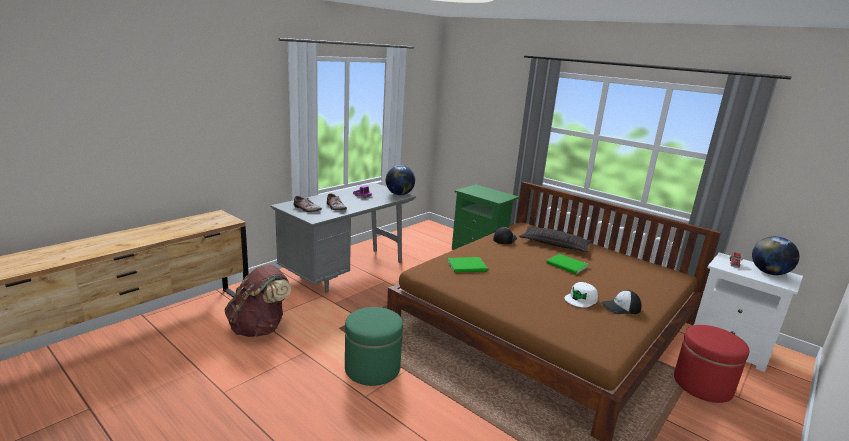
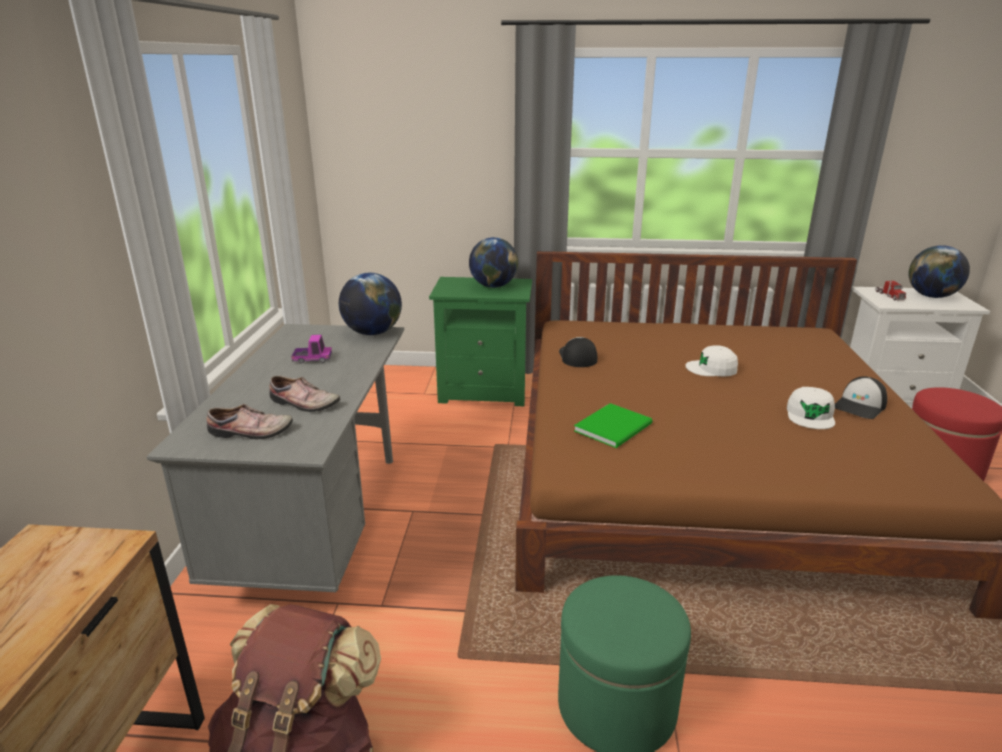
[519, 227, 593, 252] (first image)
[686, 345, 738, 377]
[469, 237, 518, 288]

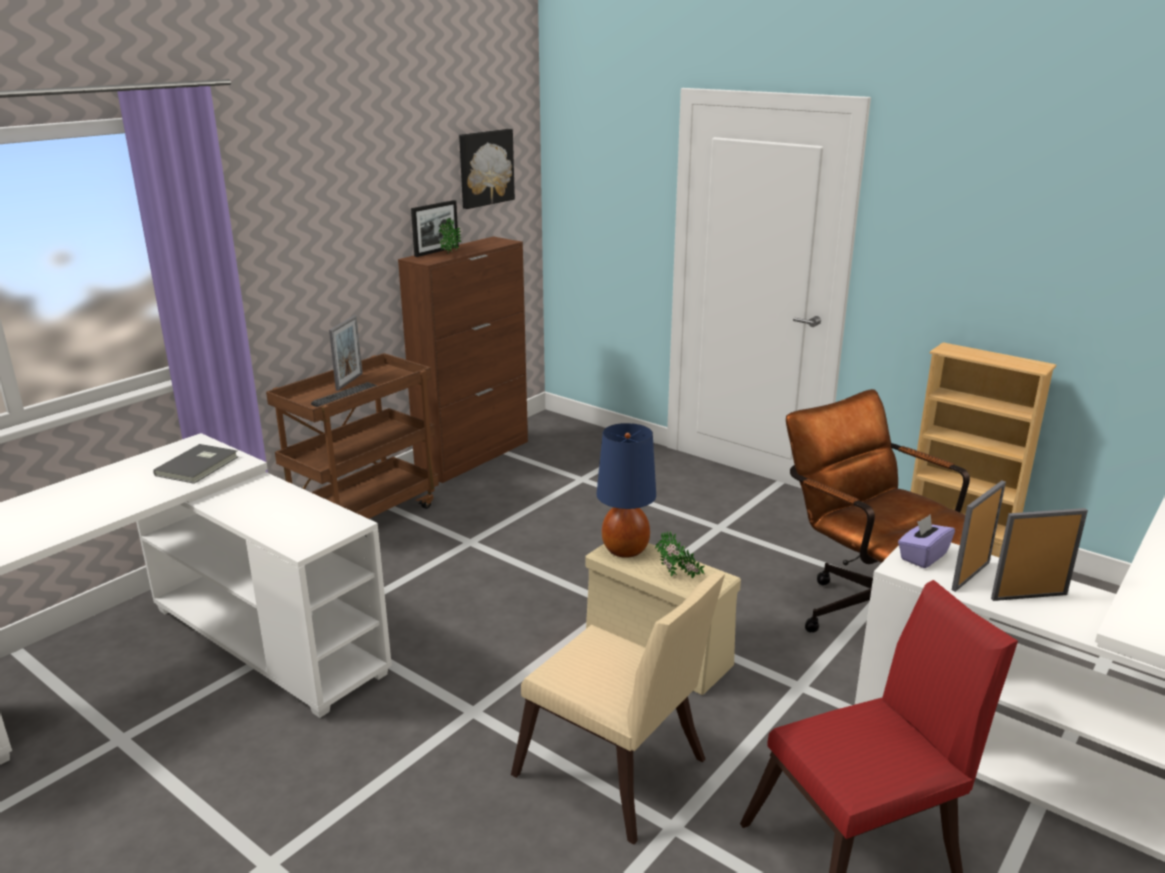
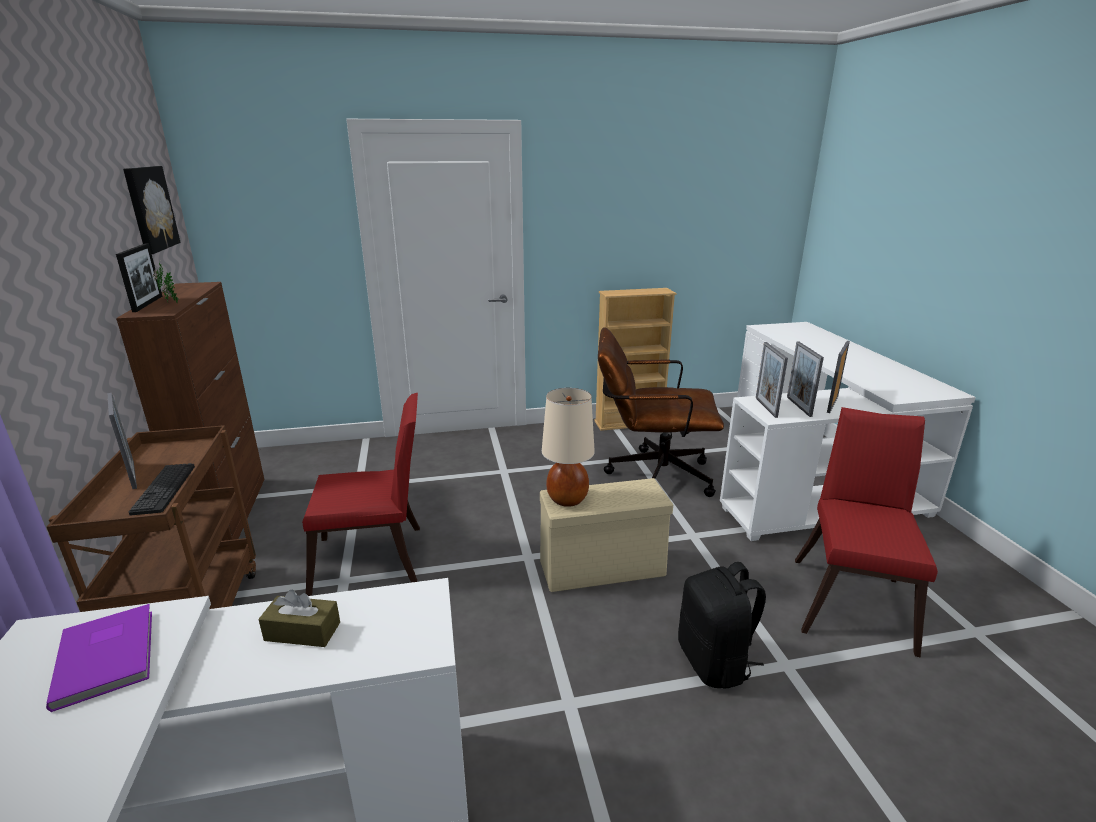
[46, 604, 152, 712]
[678, 562, 766, 689]
[542, 388, 595, 507]
[655, 531, 704, 578] (first image)
[756, 342, 788, 418]
[258, 590, 340, 647]
[302, 393, 420, 596]

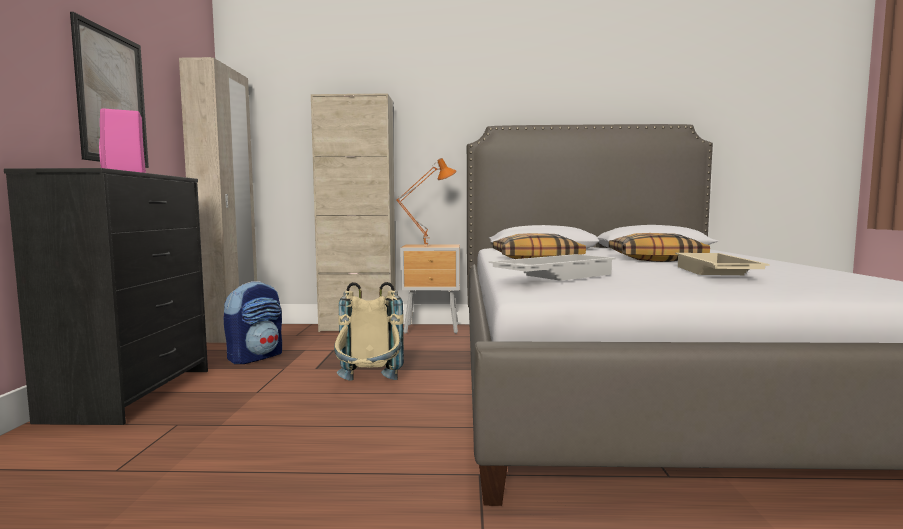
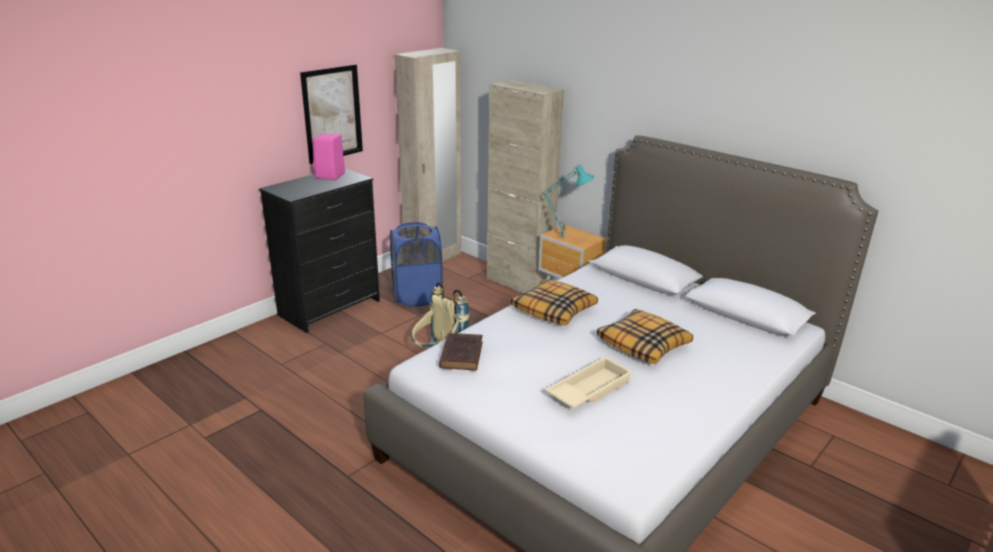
[390, 222, 443, 307]
[542, 164, 594, 240]
[439, 333, 483, 371]

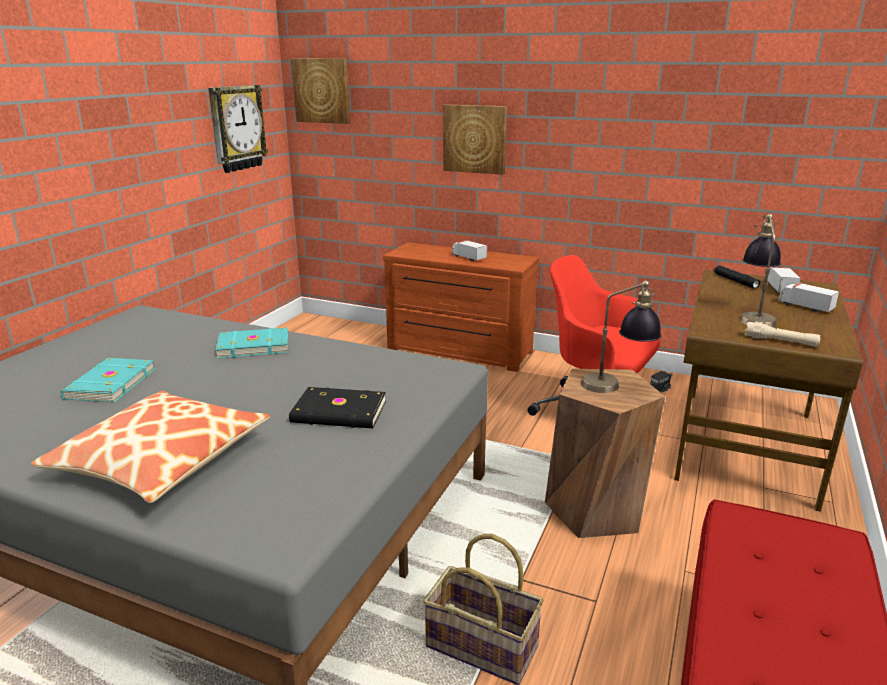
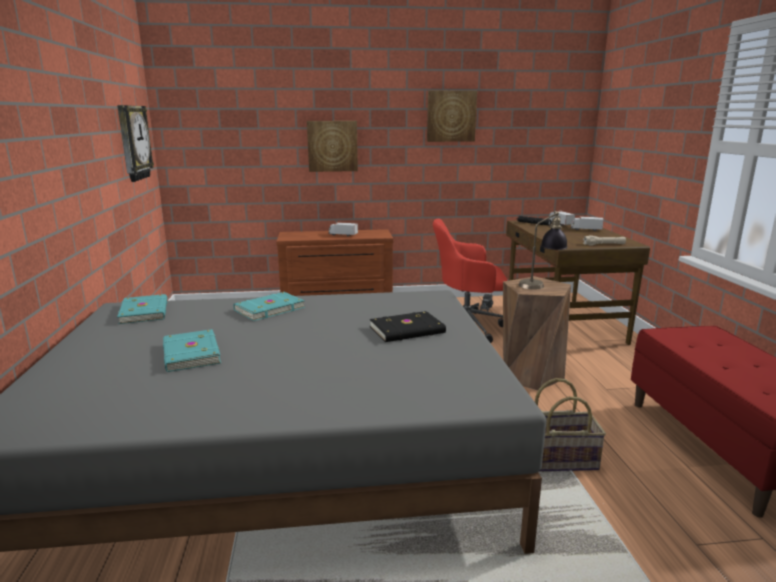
[31, 391, 270, 503] (first image)
[427, 91, 477, 142]
[739, 214, 781, 327] (first image)
[117, 294, 167, 324]

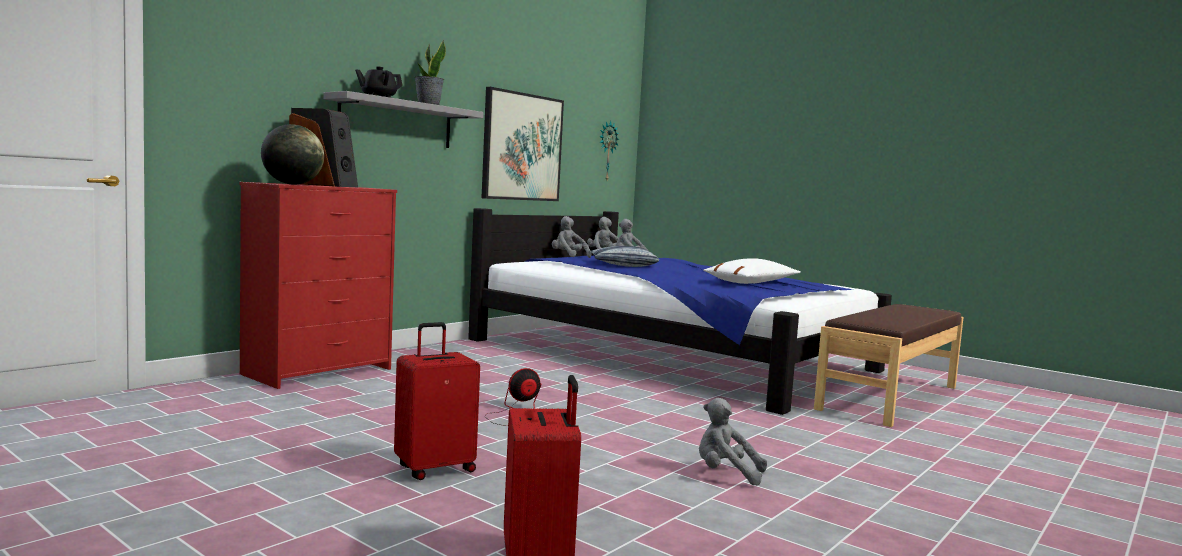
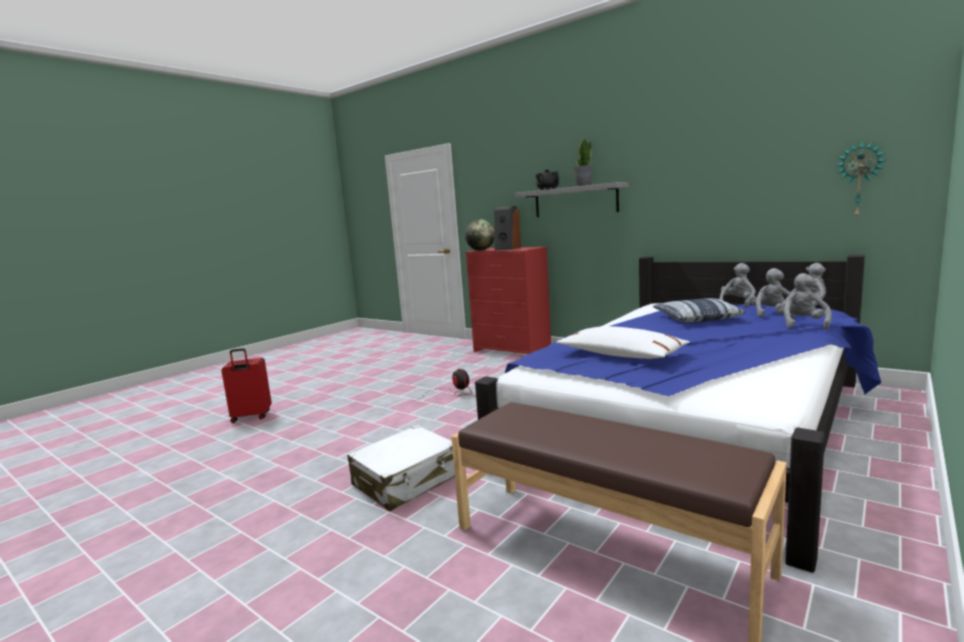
[394, 322, 480, 480] (first image)
[482, 87, 564, 201] (first image)
[775, 273, 832, 330]
[347, 425, 455, 511]

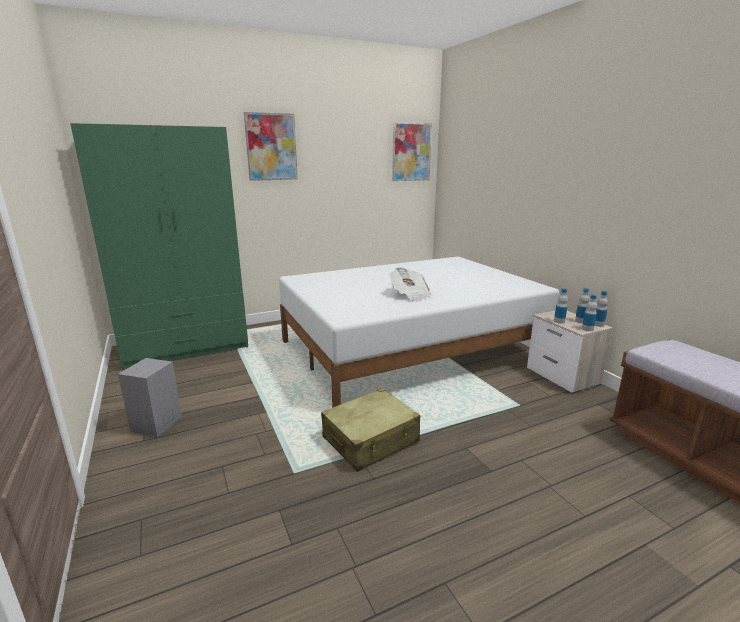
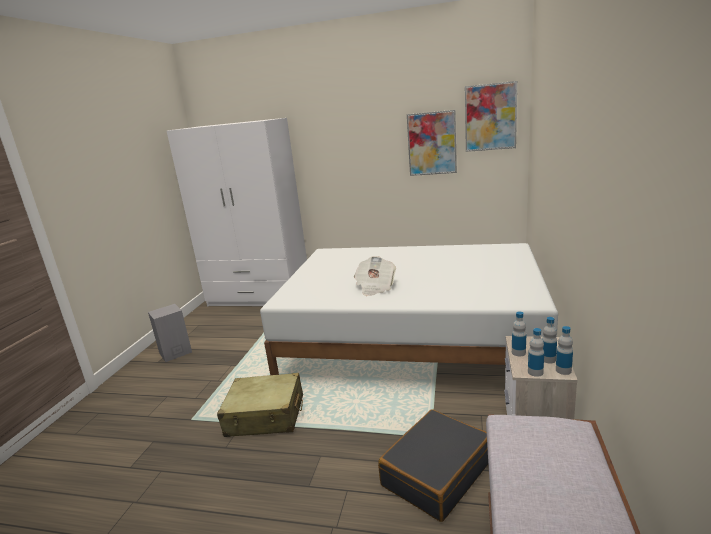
[167, 118, 307, 306]
[407, 110, 457, 176]
[378, 409, 488, 522]

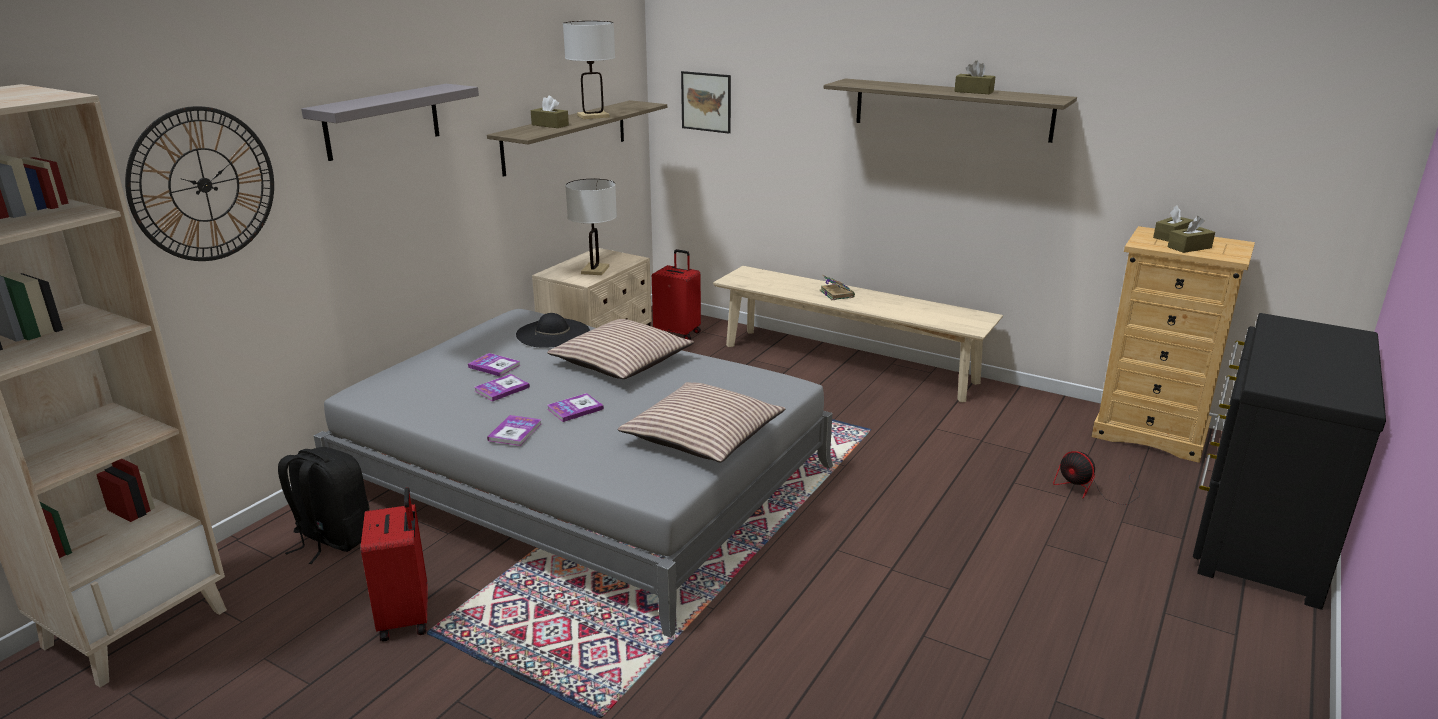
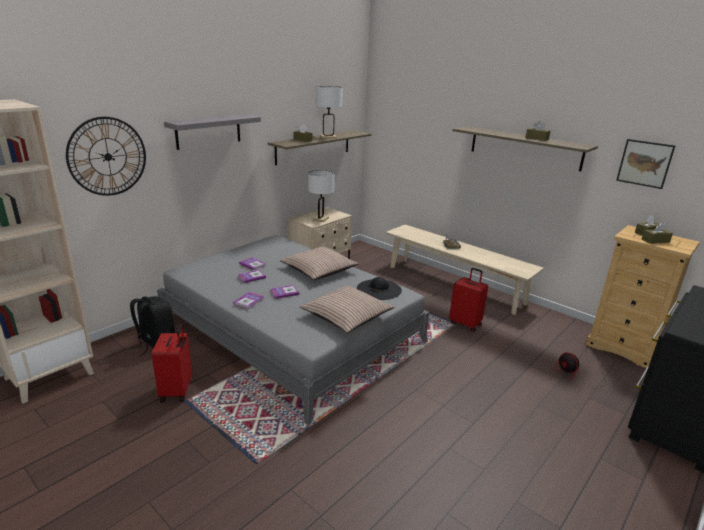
[357, 277, 402, 300]
[449, 268, 488, 332]
[616, 139, 675, 189]

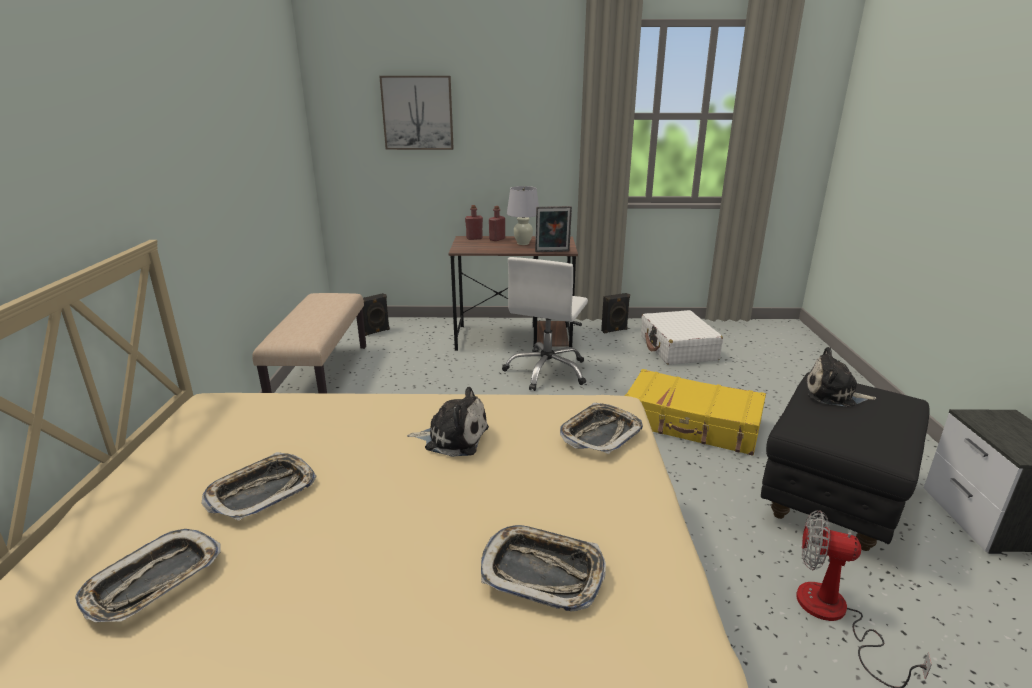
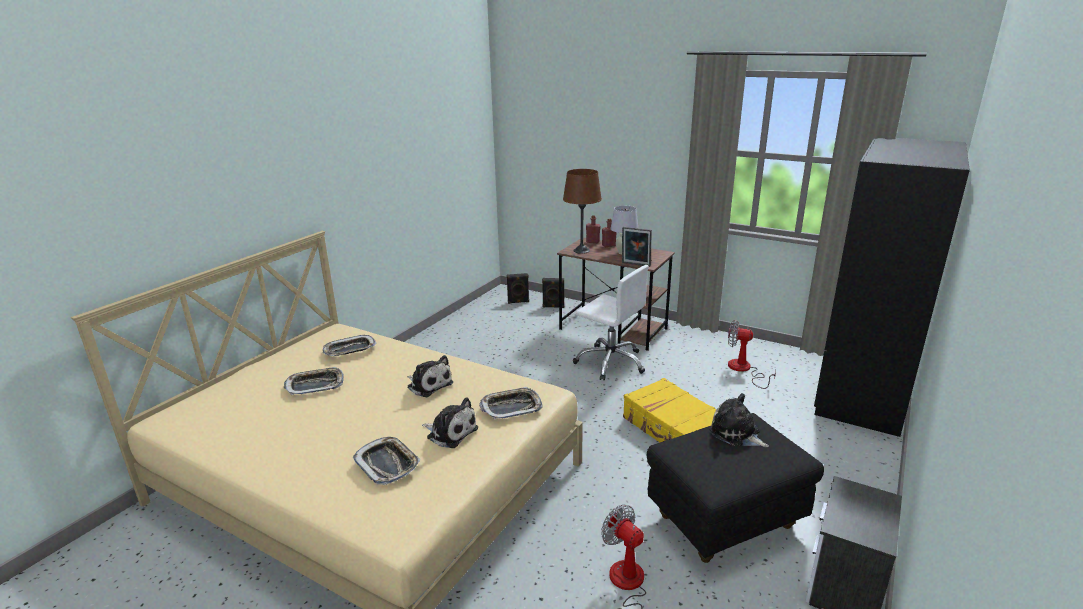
[323, 335, 377, 356]
[252, 293, 366, 393] (first image)
[379, 76, 454, 150] (first image)
[573, 265, 649, 381]
[542, 278, 564, 308]
[728, 320, 776, 389]
[422, 397, 478, 448]
[563, 169, 602, 254]
[814, 138, 970, 437]

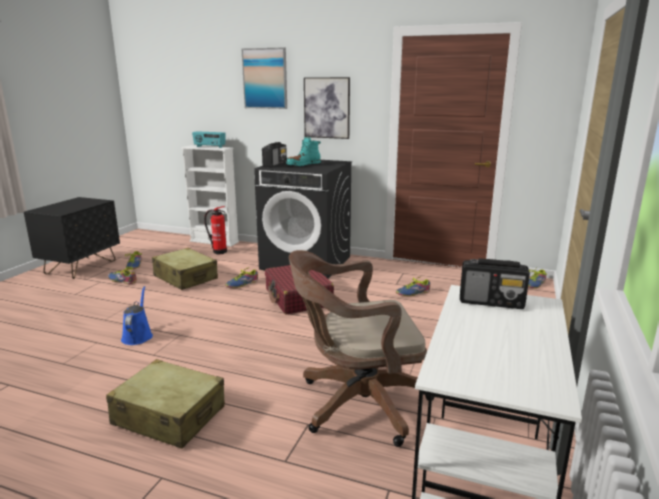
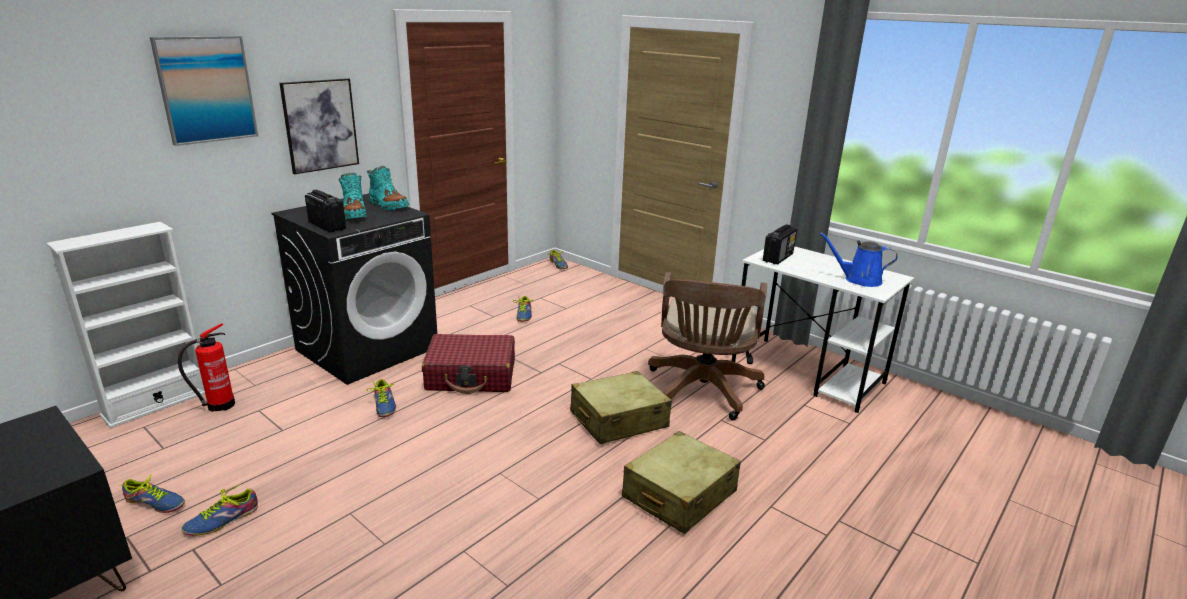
[819, 232, 898, 287]
[570, 371, 672, 444]
[192, 131, 226, 148] (first image)
[367, 166, 409, 211]

